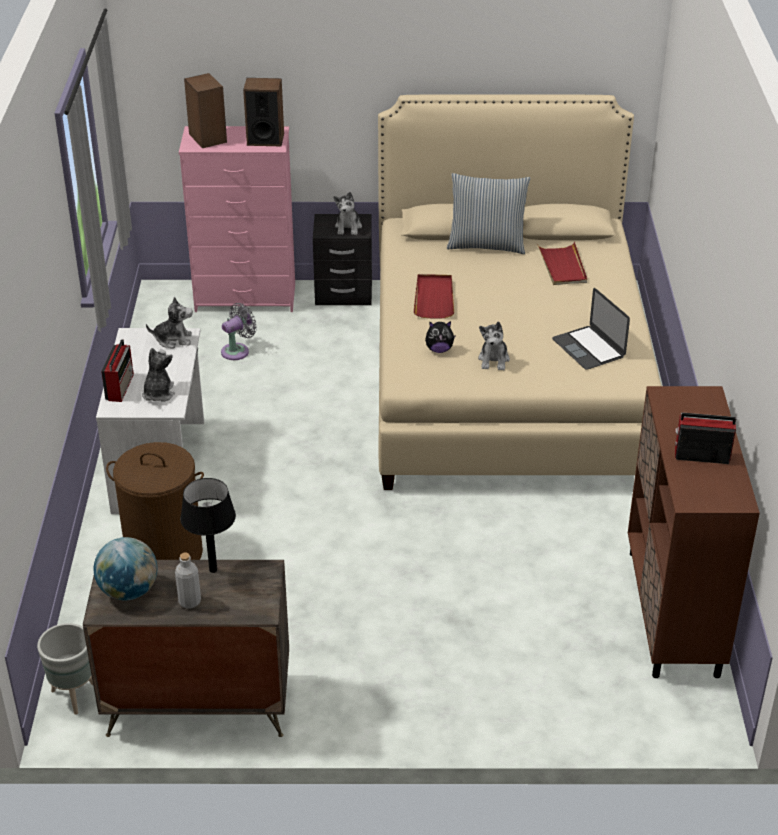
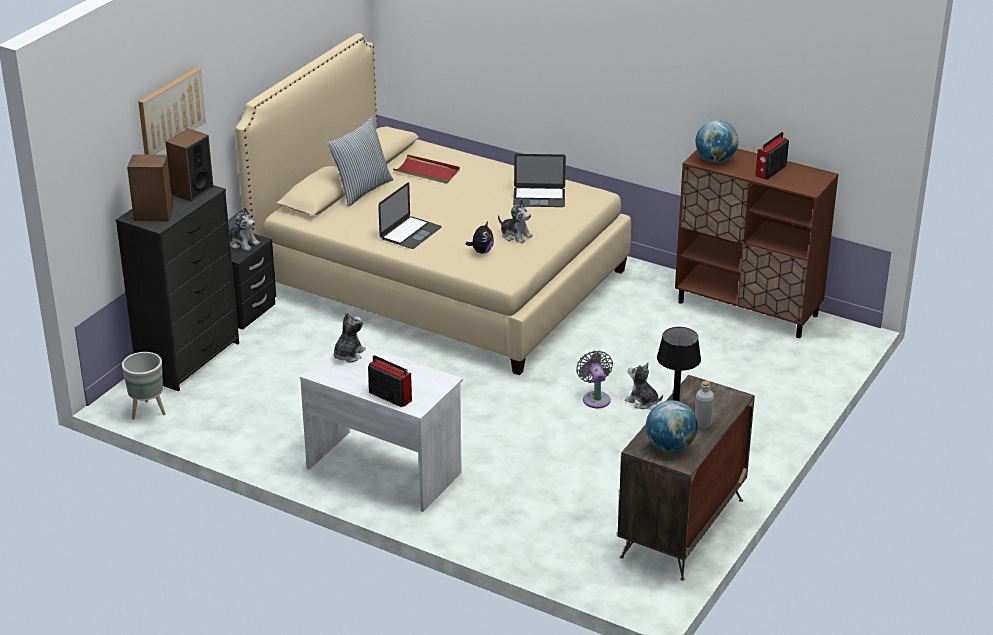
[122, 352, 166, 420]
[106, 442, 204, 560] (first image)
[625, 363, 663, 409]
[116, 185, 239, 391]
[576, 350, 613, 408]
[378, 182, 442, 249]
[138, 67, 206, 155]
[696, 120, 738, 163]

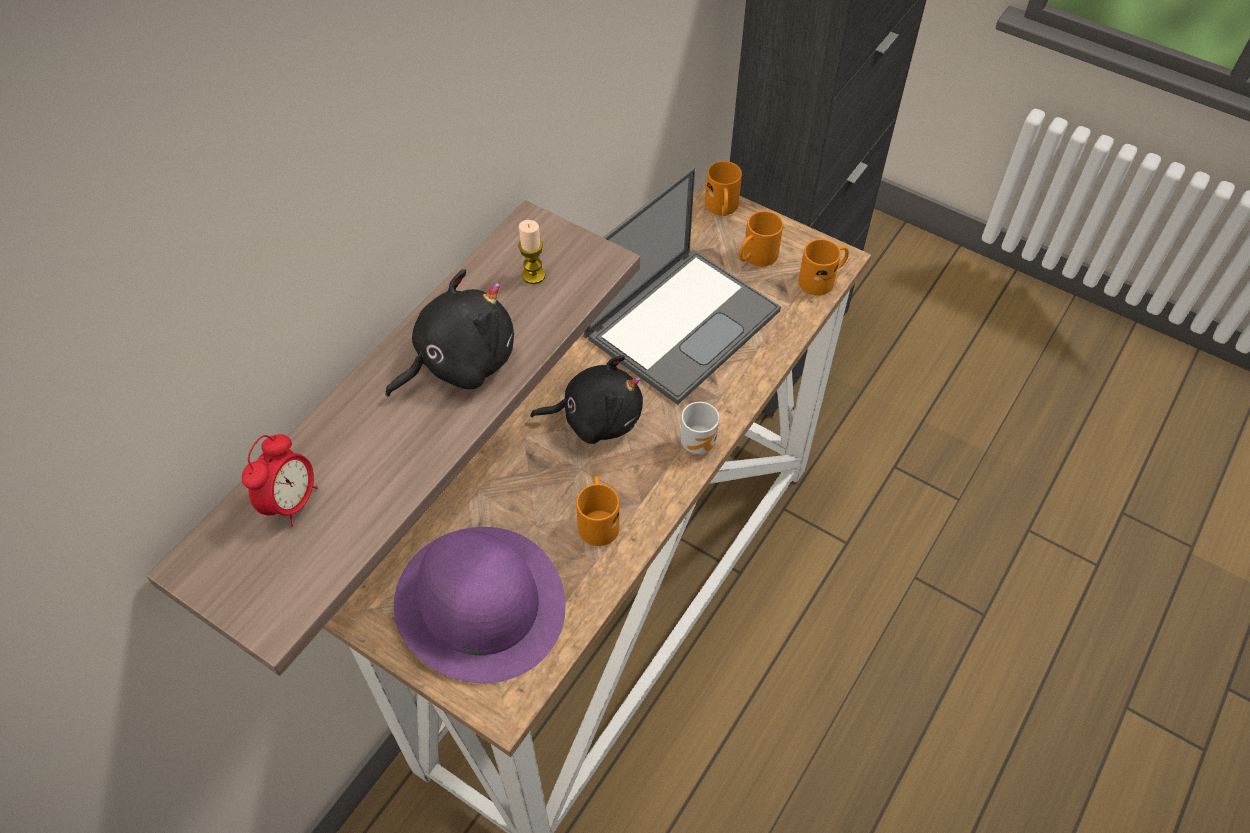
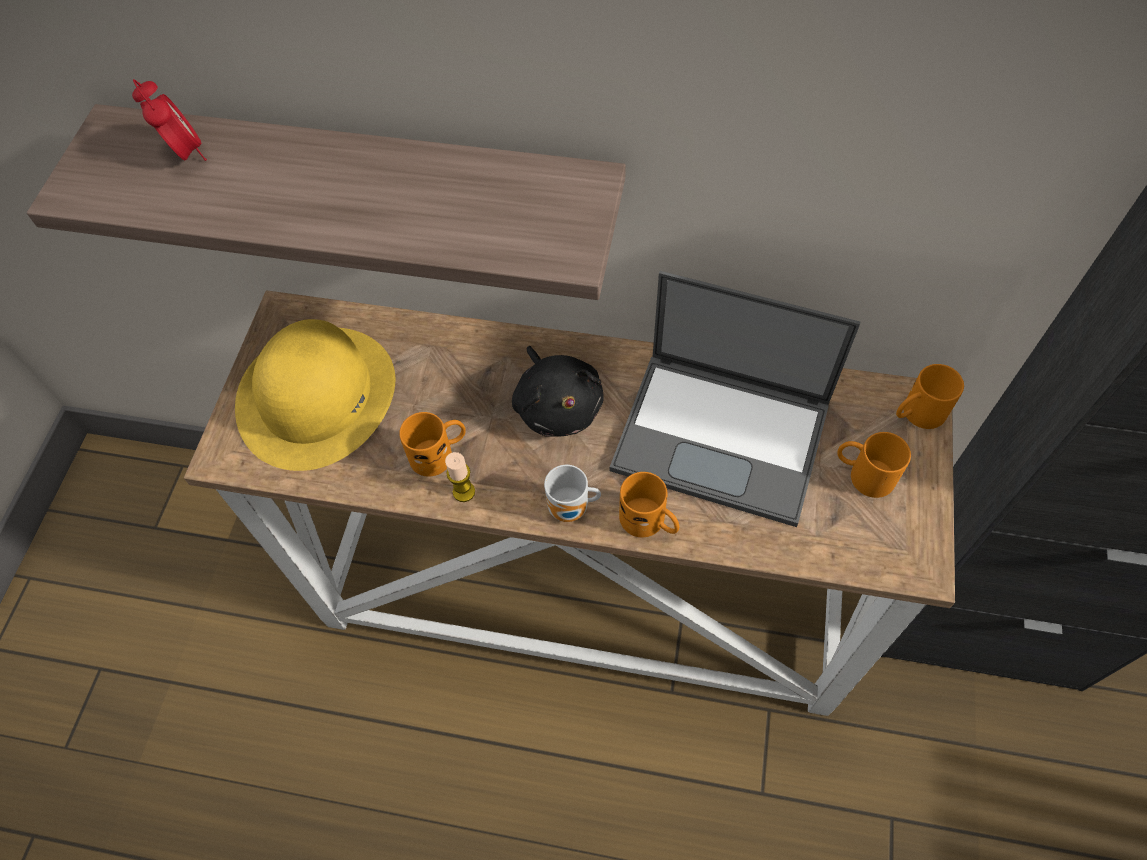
[132, 79, 207, 161]
[385, 269, 514, 397] (first image)
[235, 319, 395, 471]
[445, 452, 475, 502]
[619, 472, 679, 537]

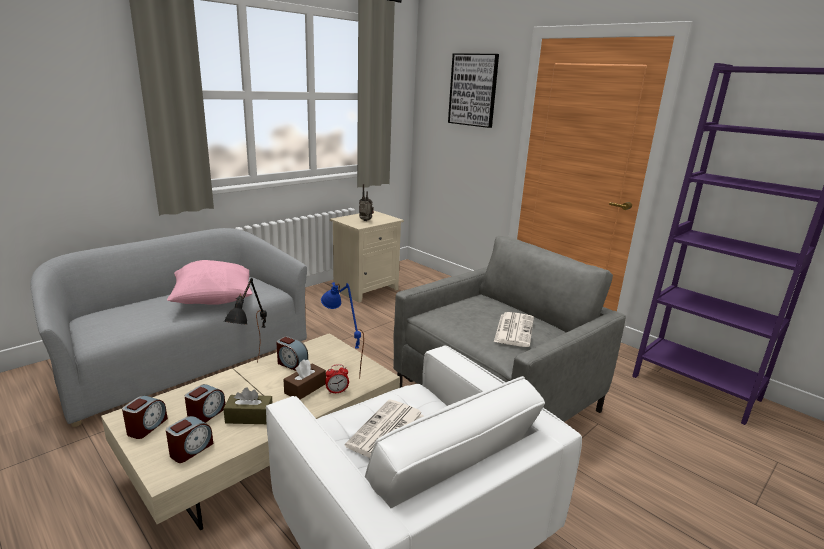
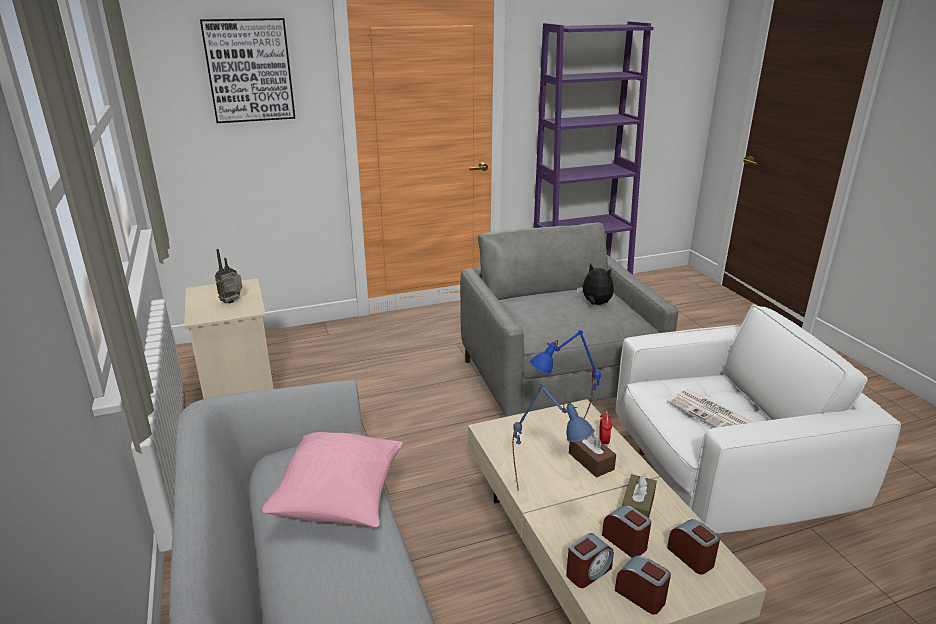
[512, 383, 595, 491]
[566, 533, 614, 588]
[577, 263, 614, 305]

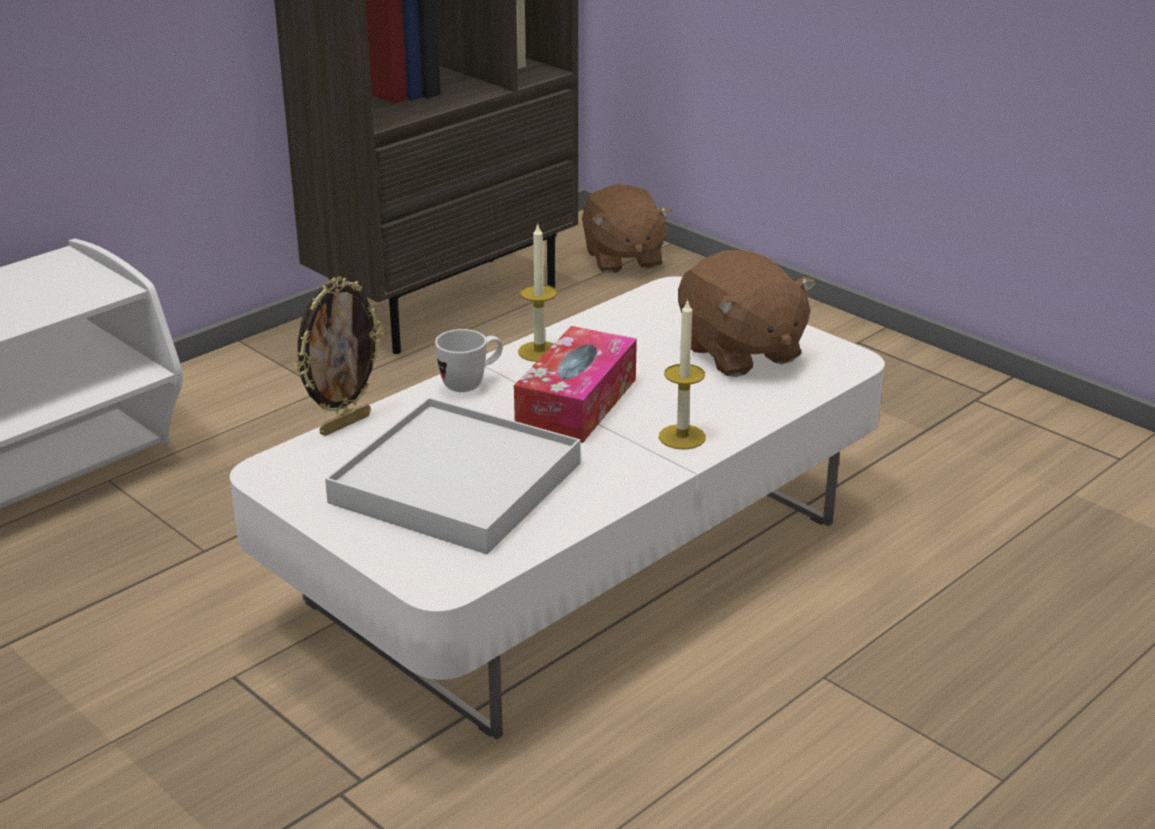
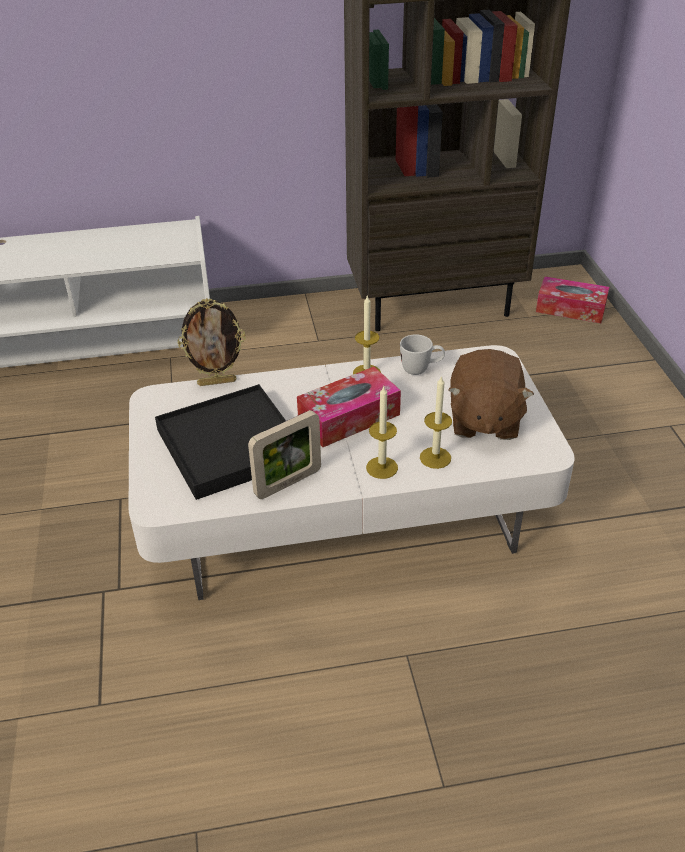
[155, 384, 286, 500]
[400, 334, 445, 375]
[536, 276, 609, 323]
[248, 410, 321, 499]
[420, 375, 452, 469]

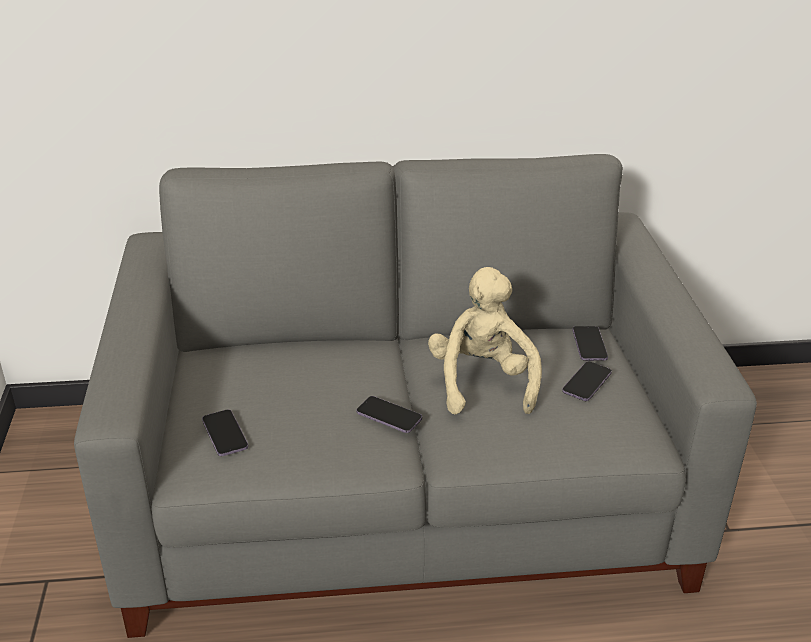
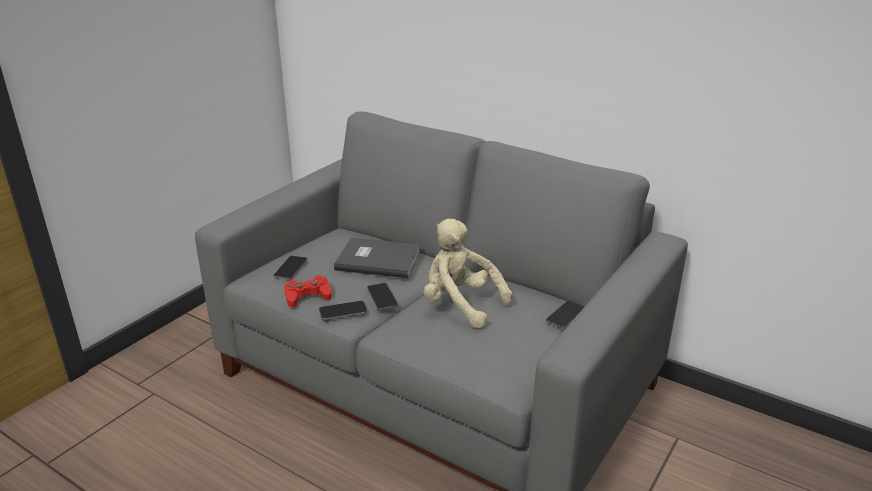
[424, 219, 513, 328]
[319, 301, 367, 320]
[284, 275, 332, 308]
[334, 238, 420, 278]

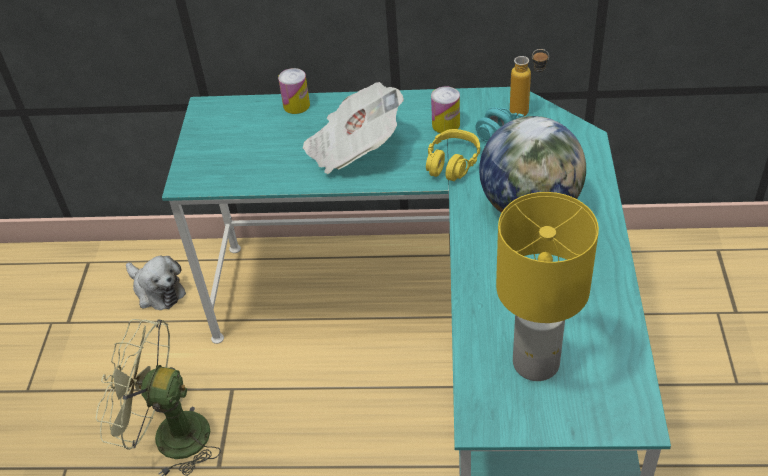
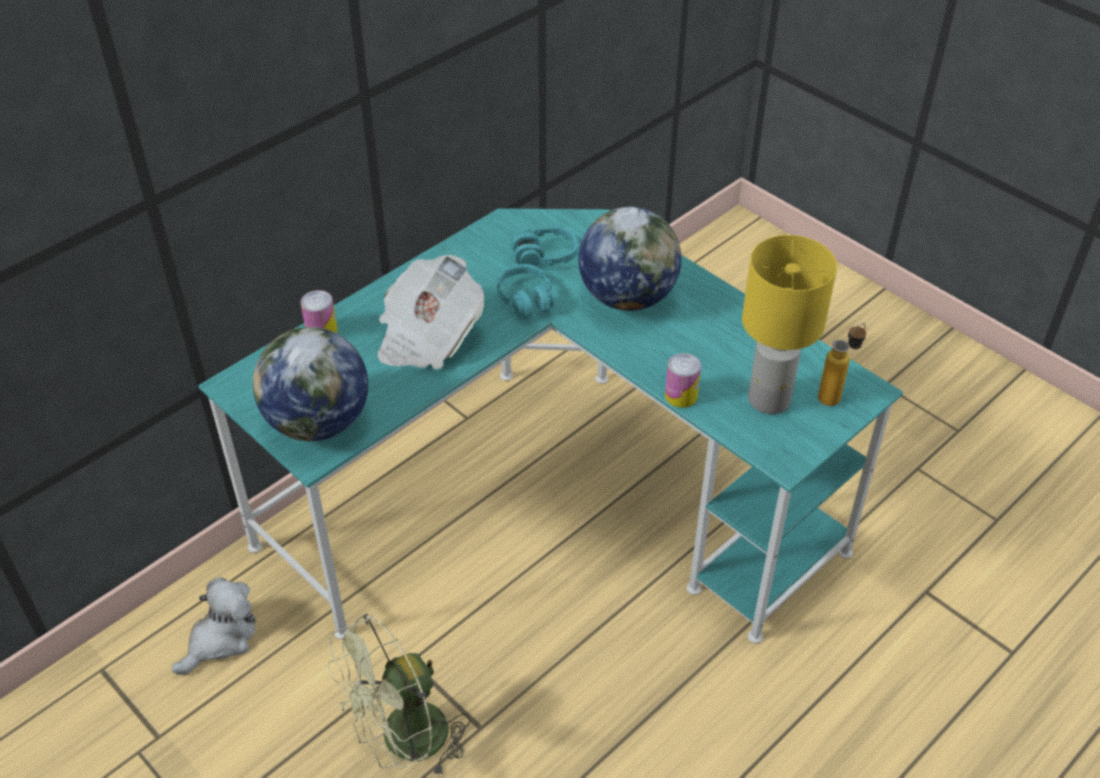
[172, 577, 256, 675]
[497, 264, 554, 319]
[665, 353, 701, 408]
[818, 323, 866, 406]
[253, 327, 368, 442]

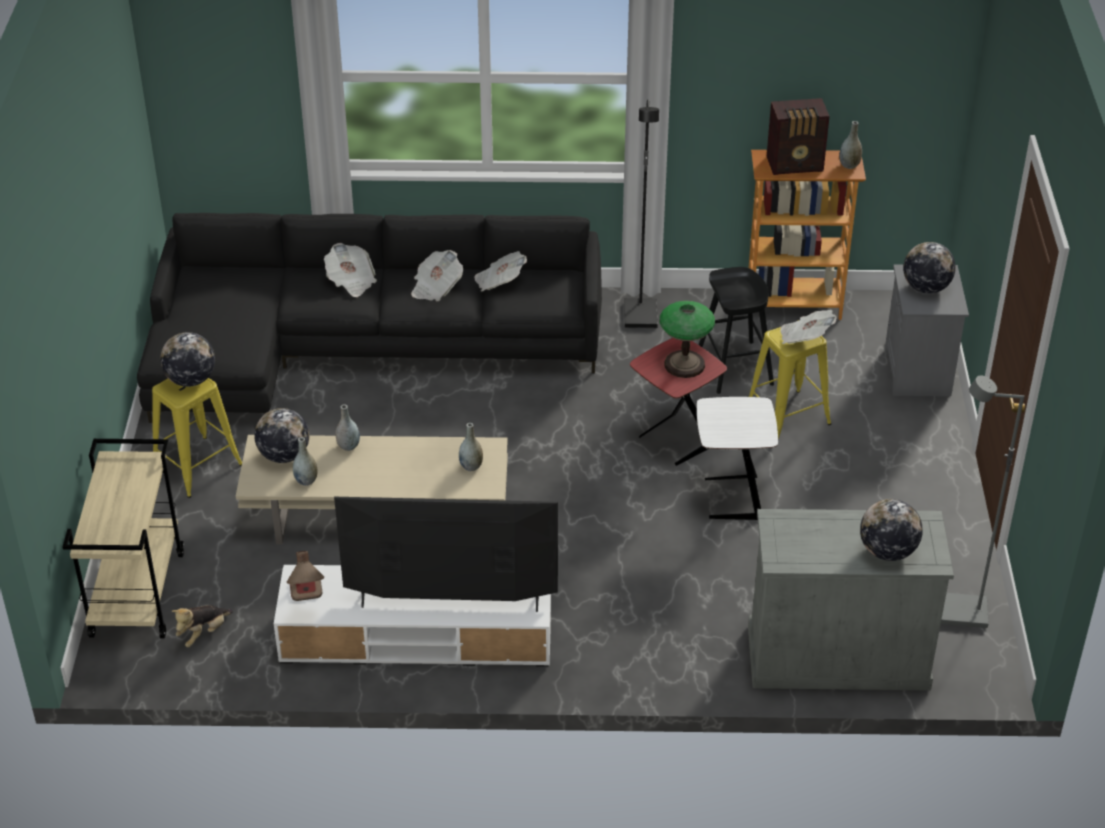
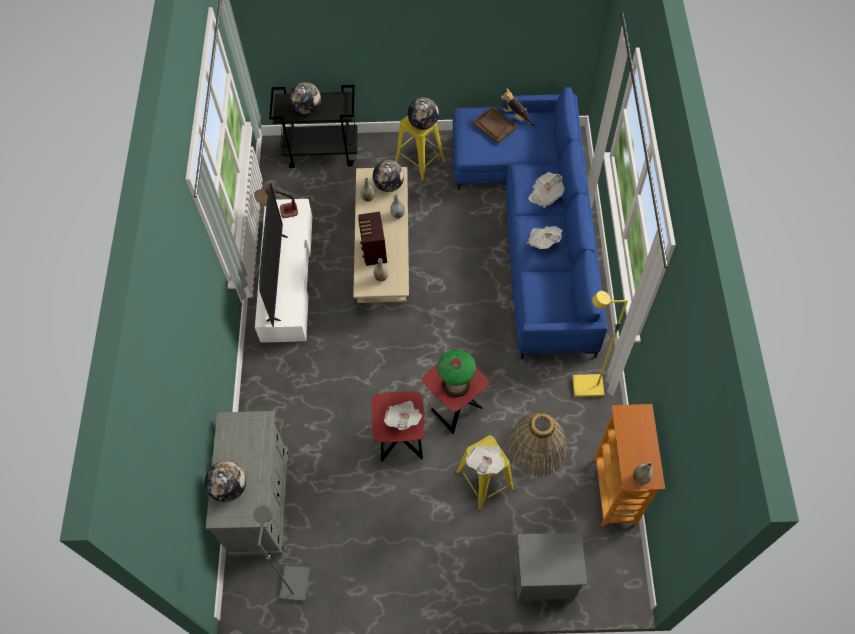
[269, 85, 358, 168]
[453, 87, 607, 359]
[501, 88, 535, 127]
[384, 401, 422, 430]
[572, 291, 628, 397]
[372, 392, 424, 462]
[507, 413, 567, 477]
[358, 211, 387, 266]
[289, 82, 321, 114]
[472, 106, 518, 144]

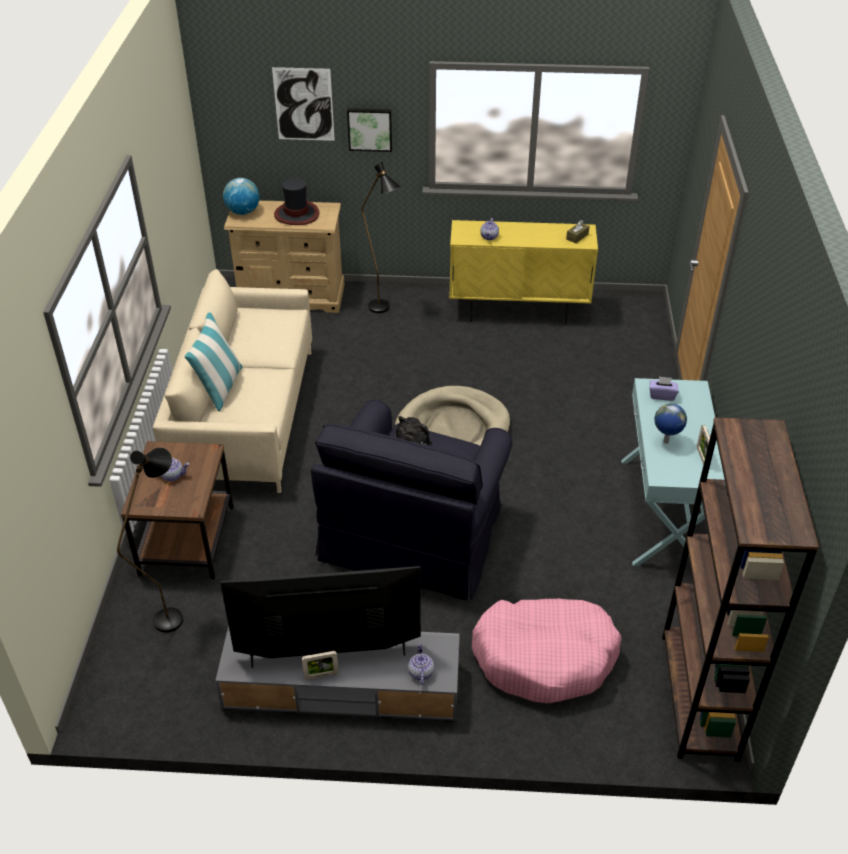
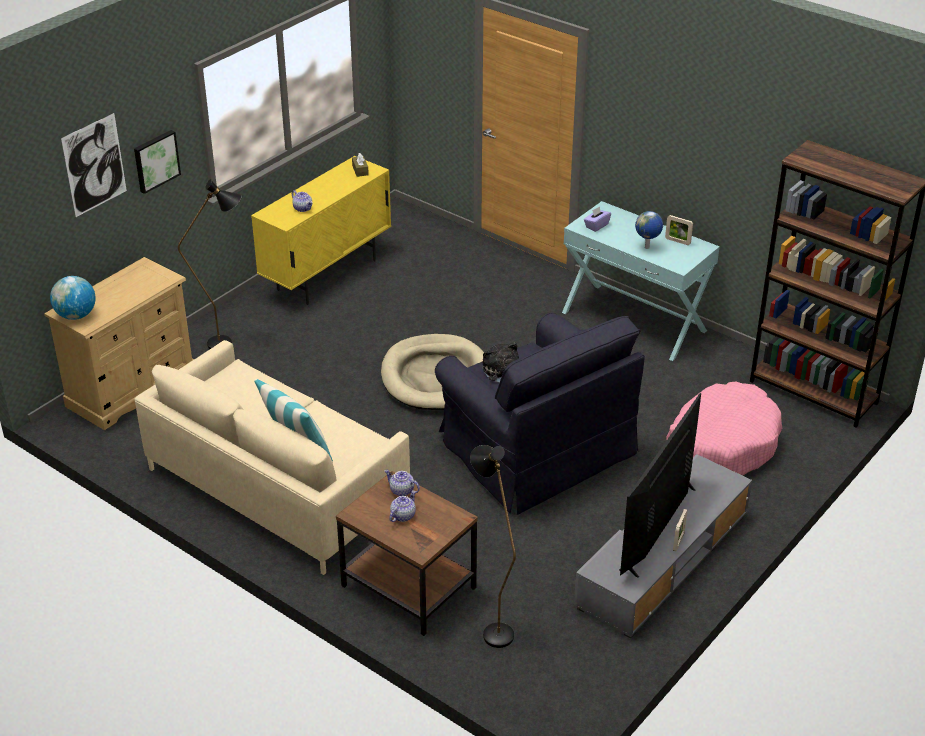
[274, 178, 320, 225] (first image)
[384, 470, 420, 496]

